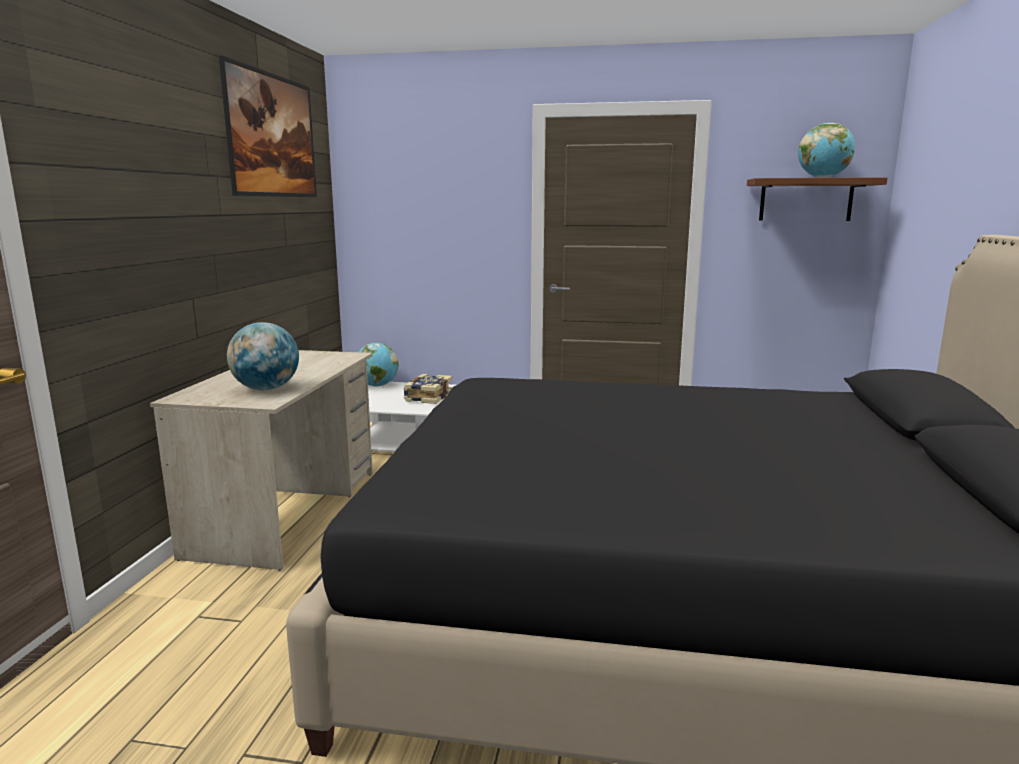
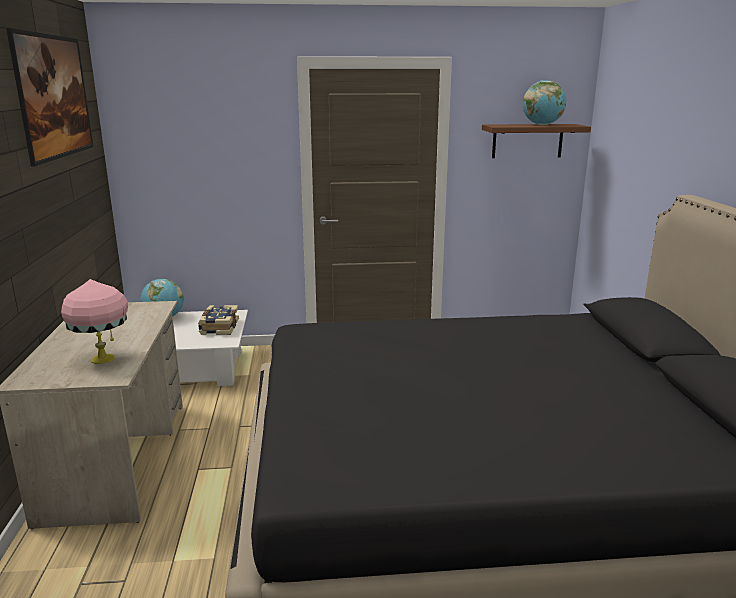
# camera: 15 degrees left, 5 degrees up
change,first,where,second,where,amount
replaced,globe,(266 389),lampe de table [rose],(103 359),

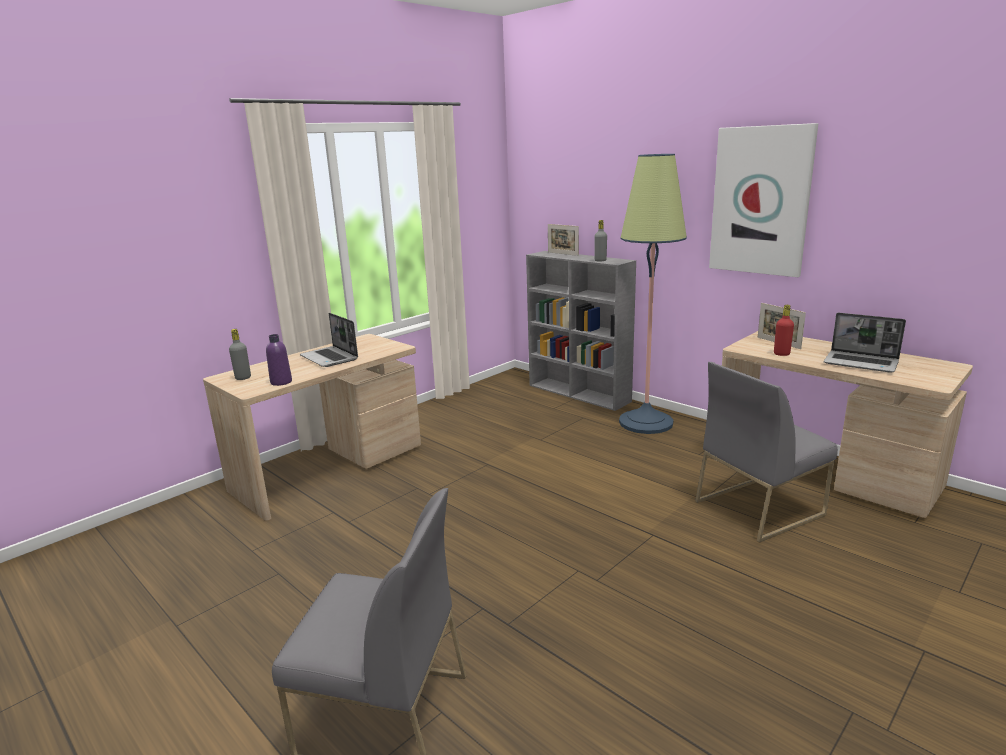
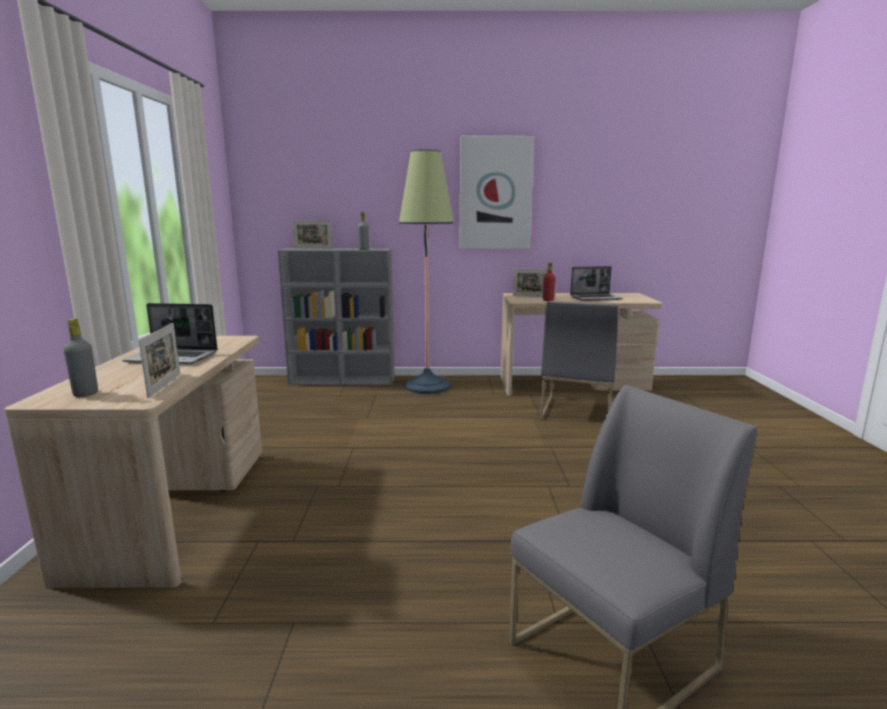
# camera: 45 degrees left, 5 degrees down
change,first,where,second,where,amount
replaced,bouteille [violet],(281 382),cadre photo,(164 385),

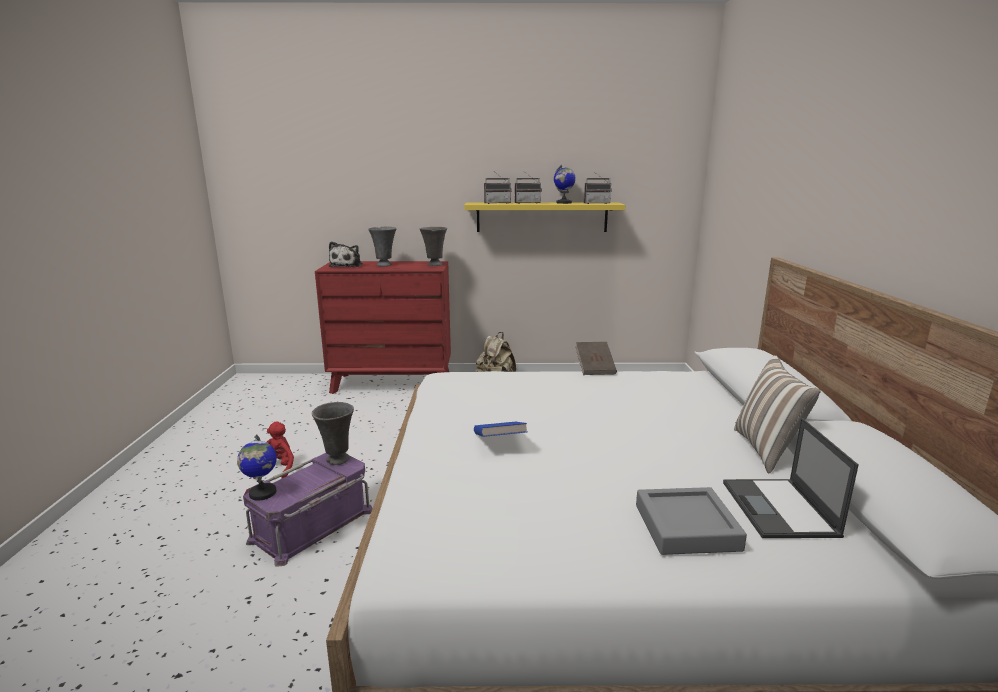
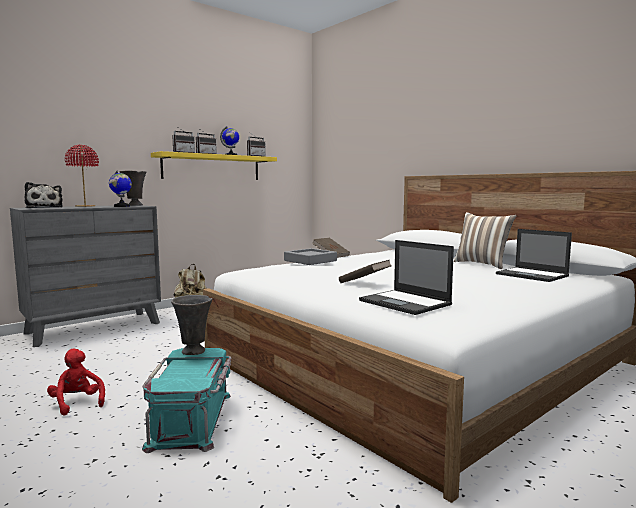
# camera: 40 degrees left, 10 degrees down
change,first,where,second,where,amount
added,,,ordinateur portable,(405 303),
moved,globe,(262 493),,(121 206),
moved,plateau [gris],(686 527),,(310 261),
replaced,vase [gris],(384 265),lampe de table [rouge],(85 206),
recoloured,boîte de rangement [violet],(313 526),boîte de rangement [turquoise],(192 420),
recoloured,commode [rouge],(392 383),commode [gris],(94 328),
recoloured,livre [bleu],(499 442),livre [marron],(364 283),

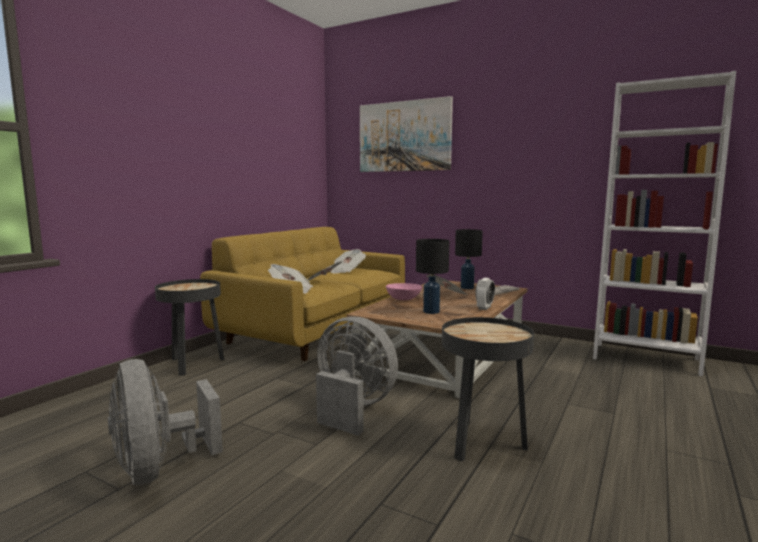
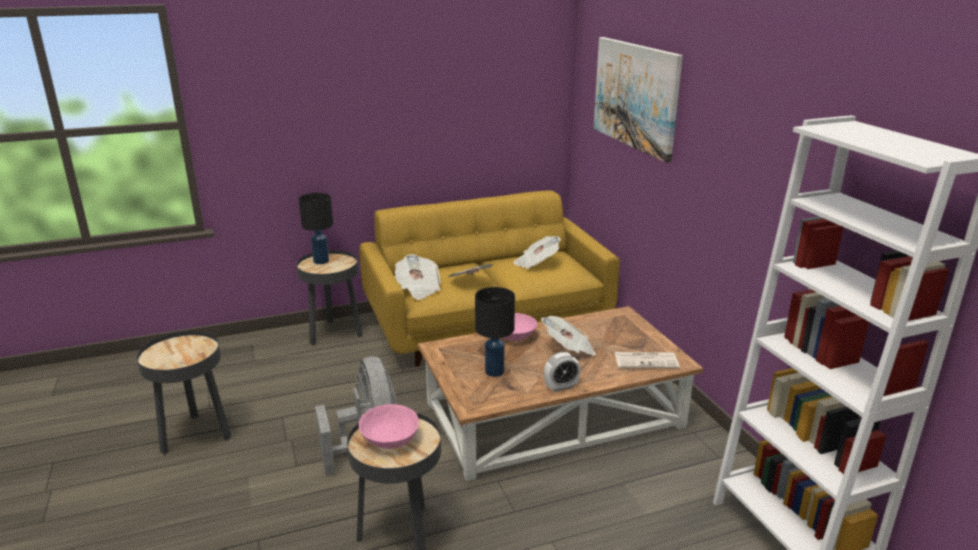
# camera: 40 degrees right, 15 degrees up
change,first,where,second,where,amount
added,,,bol [rose],(389 439),
moved,lampe de table [noir],(467 288),,(321 261),
replaced,ventilateur [gris],(159 469),table d'appoint [noir],(196 435),

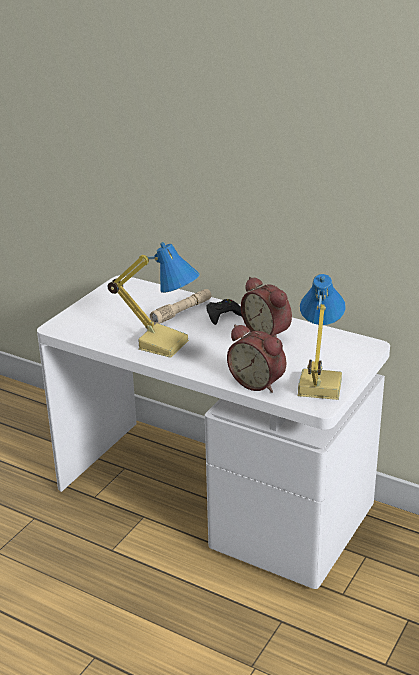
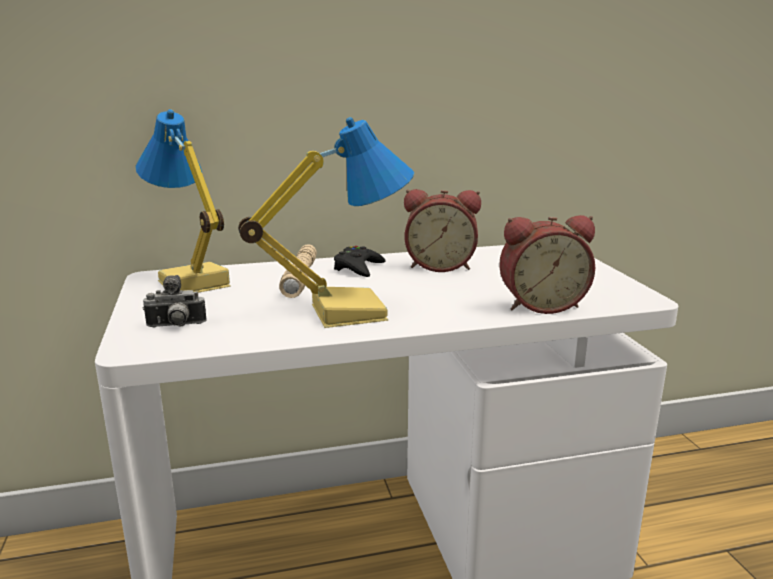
# camera: 45 degrees left, 10 degrees down
change,first,where,second,where,amount
added,,,appareil photo,(176 326),
moved,lampe de table,(317 387),,(191 284),

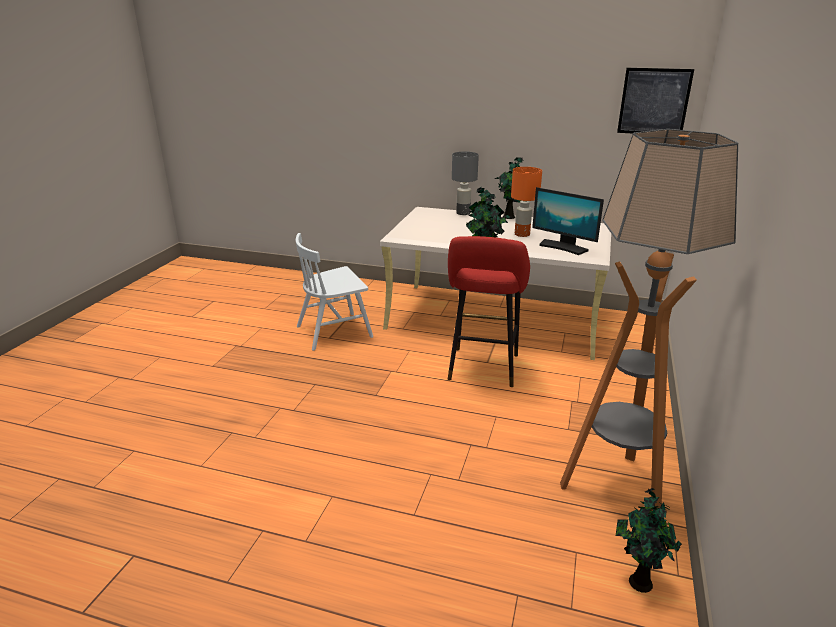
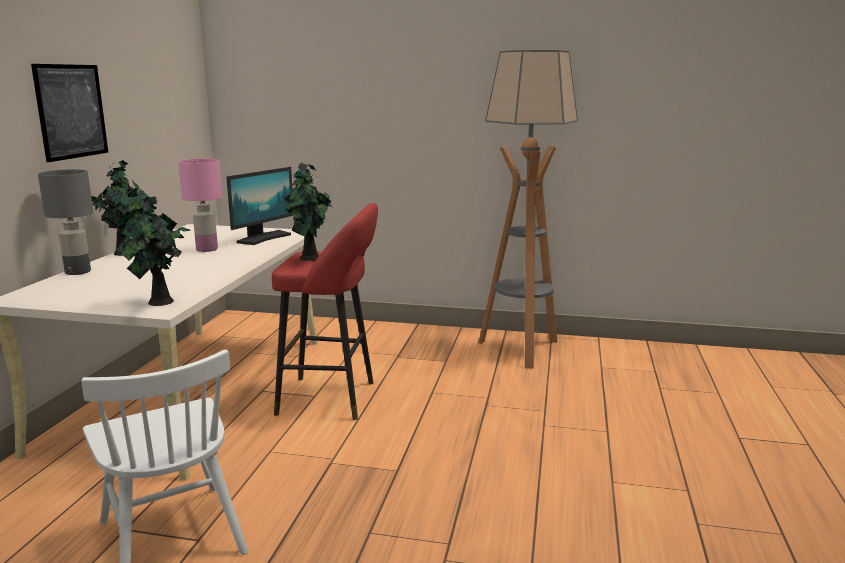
# camera: 95 degrees left, 10 degrees down
change,first,where,second,where,amount
moved,plante en pot,(638 581),,(158 302),
moved,tableau,(654 102),,(71 111),
recoloured,lampe de table [orange],(521 234),lampe de table [rose],(206 249),

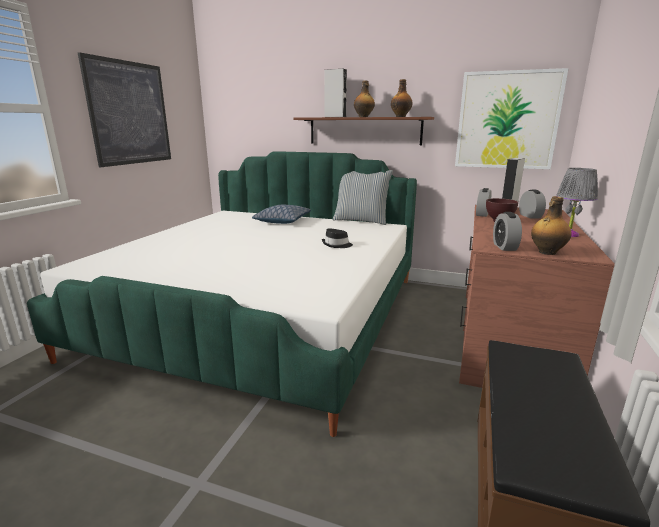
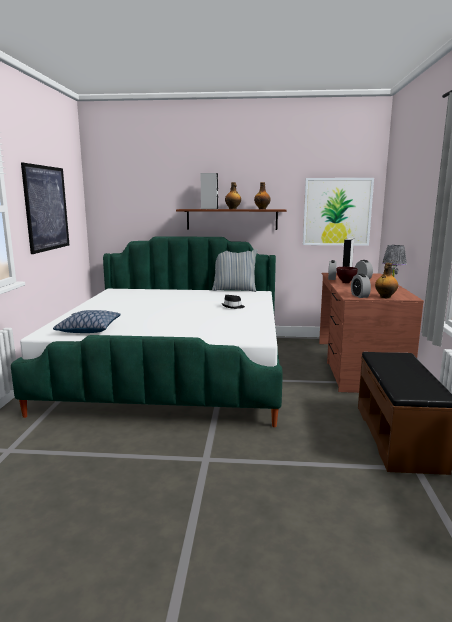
# camera: 15 degrees left, 5 degrees down
change,first,where,second,where,amount
moved,coussin,(282 221),,(88 329),

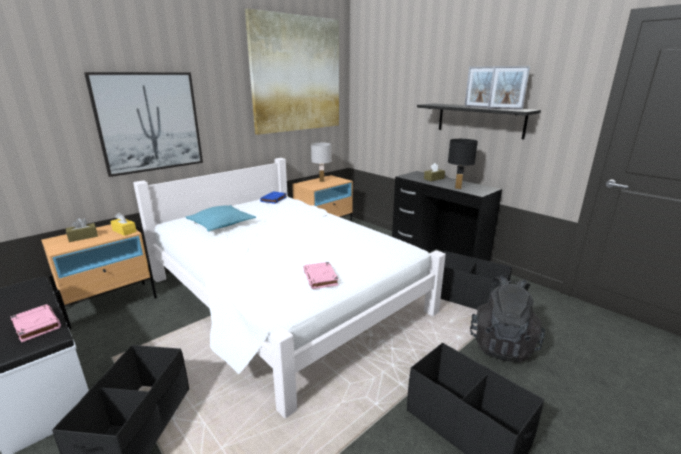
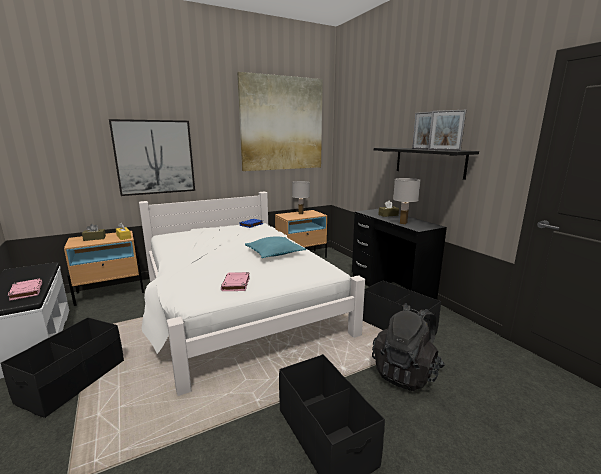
# camera: 15 degrees right, 5 degrees down
change,first,where,second,where,amount
moved,coussin [turquoise],(221 224),,(274 253),
recoloured,lampe de table [noir],(457 187),lampe de table [blanc],(403 223),

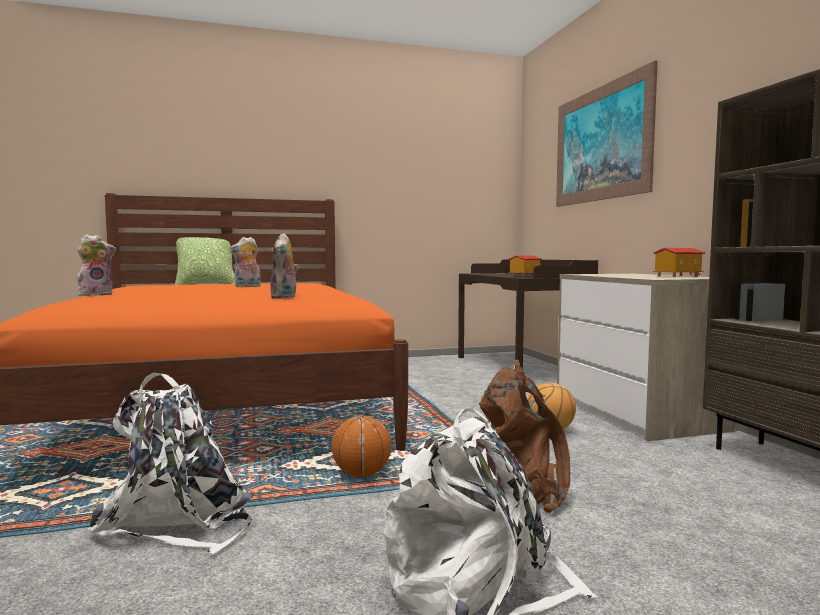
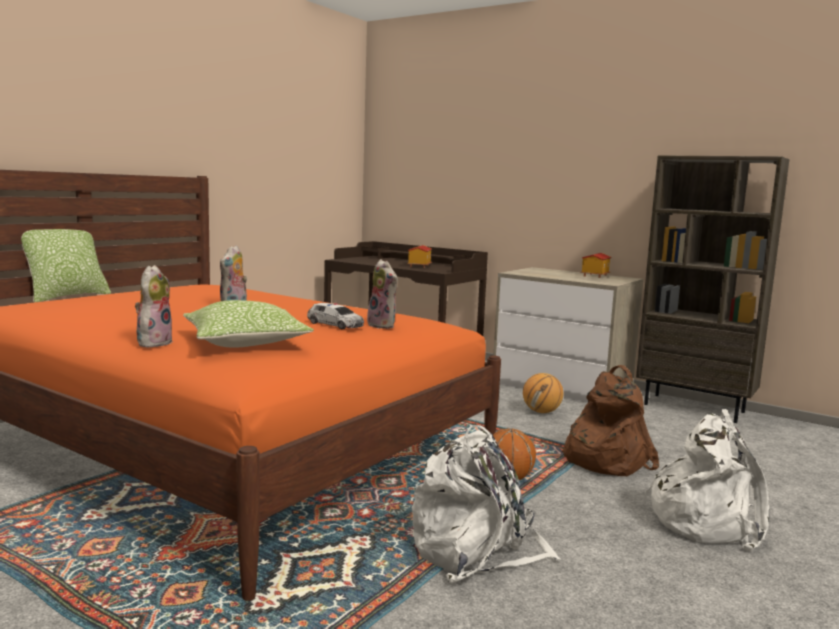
# camera: 40 degrees left, 5 degrees up
change,first,where,second,where,amount
removed,tableau,(600 144),,,
added,,,coussin,(246 342),
added,,,petite voiture,(335 324),

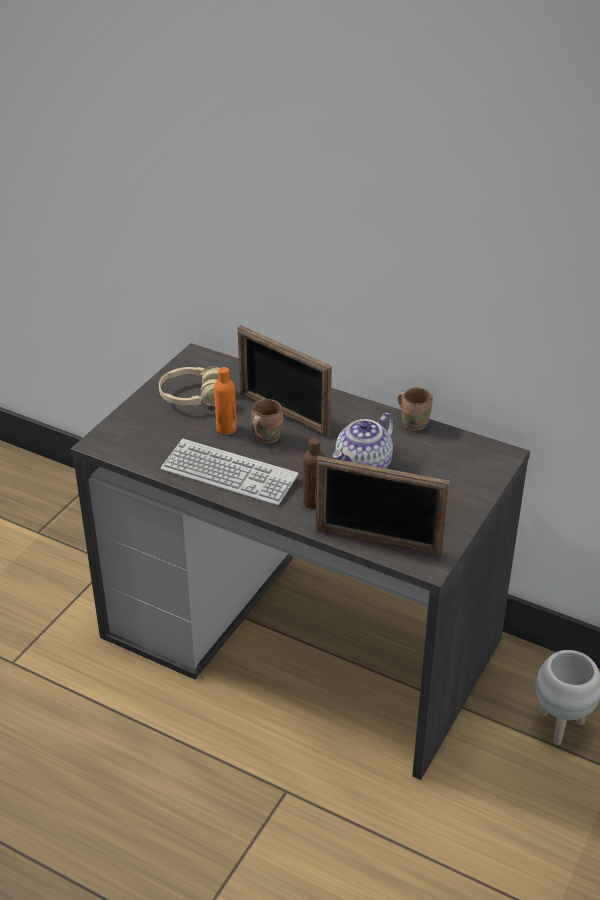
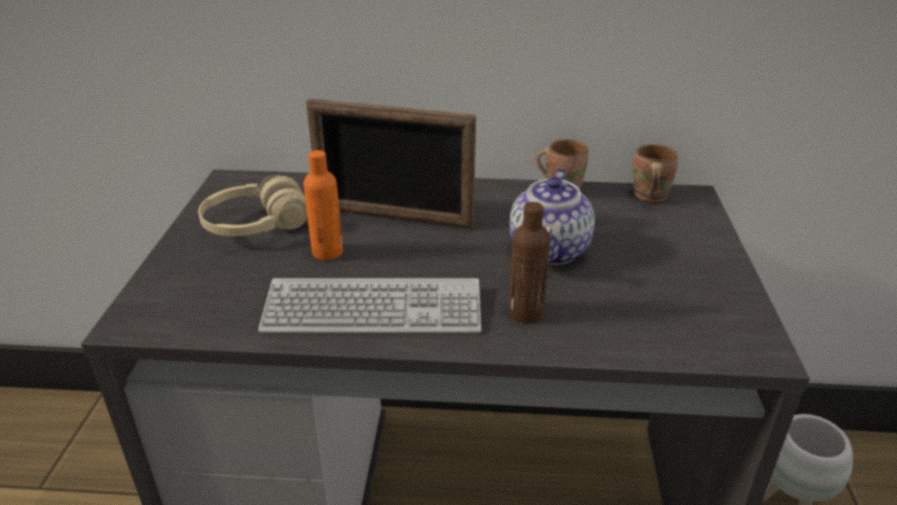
# camera: 25 degrees left, 5 degrees down
change,first,where,second,where,amount
removed,cadre photo,(378 541),,,
moved,mug [marron],(265 437),,(648 196),

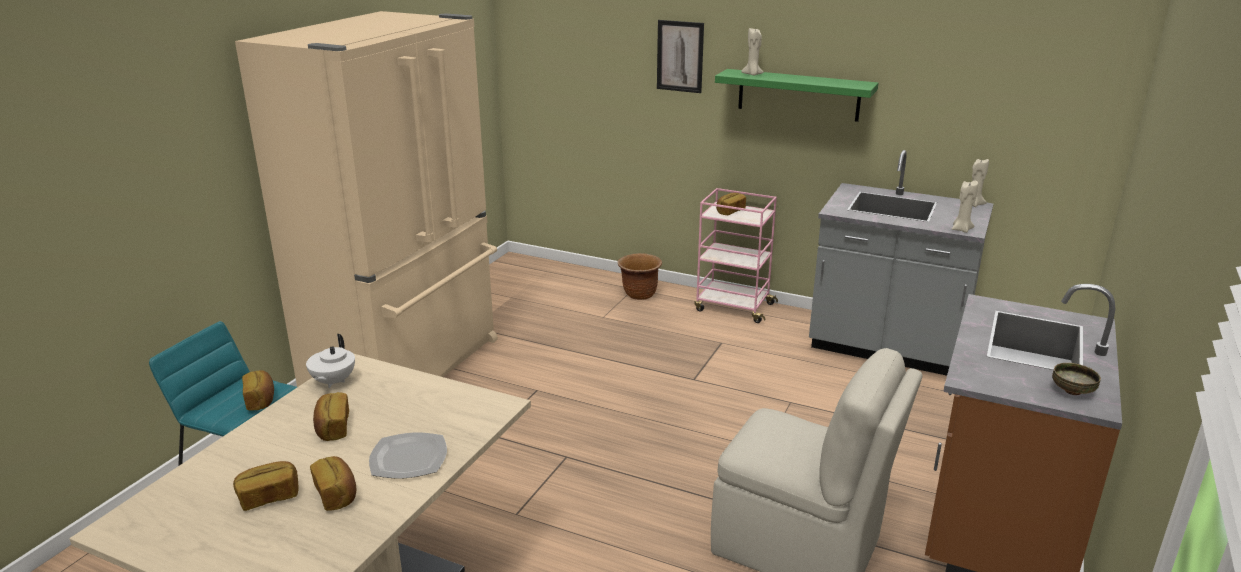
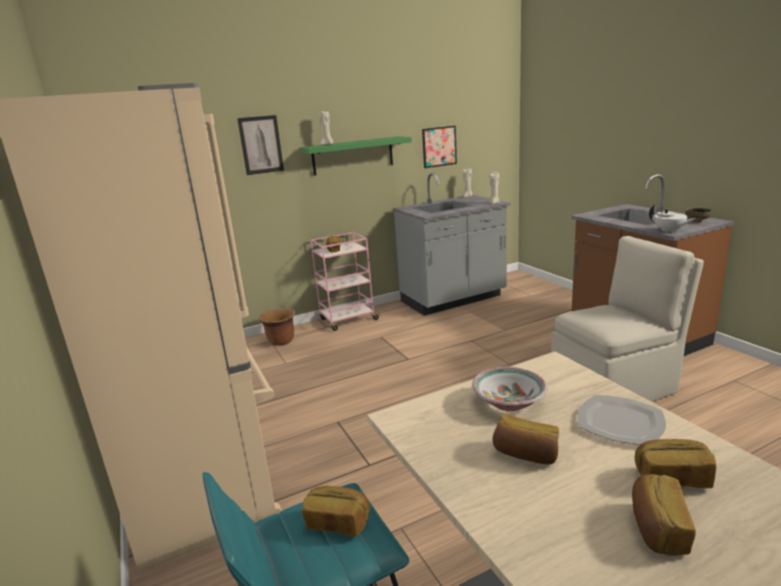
# camera: 50 degrees left, 5 degrees down
change,first,where,second,where,amount
added,,,tableau,(439 146),
added,,,bol,(508 402),
moved,théière [blanc],(333 382),,(669 231),

